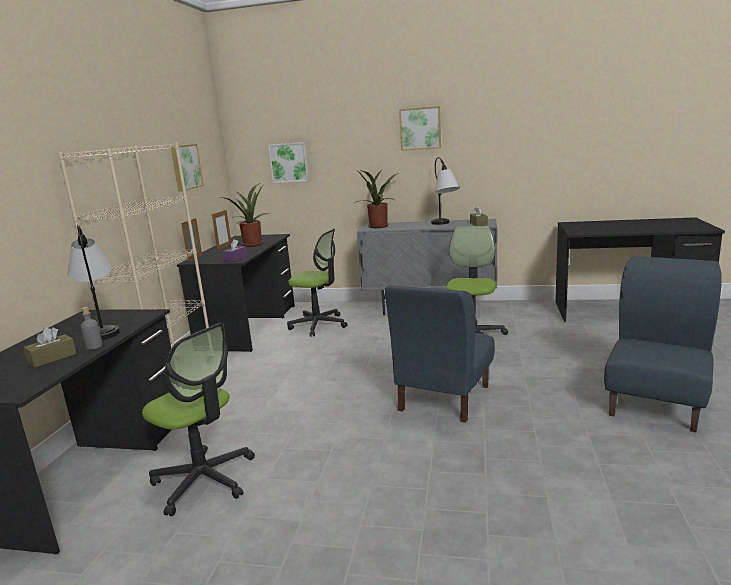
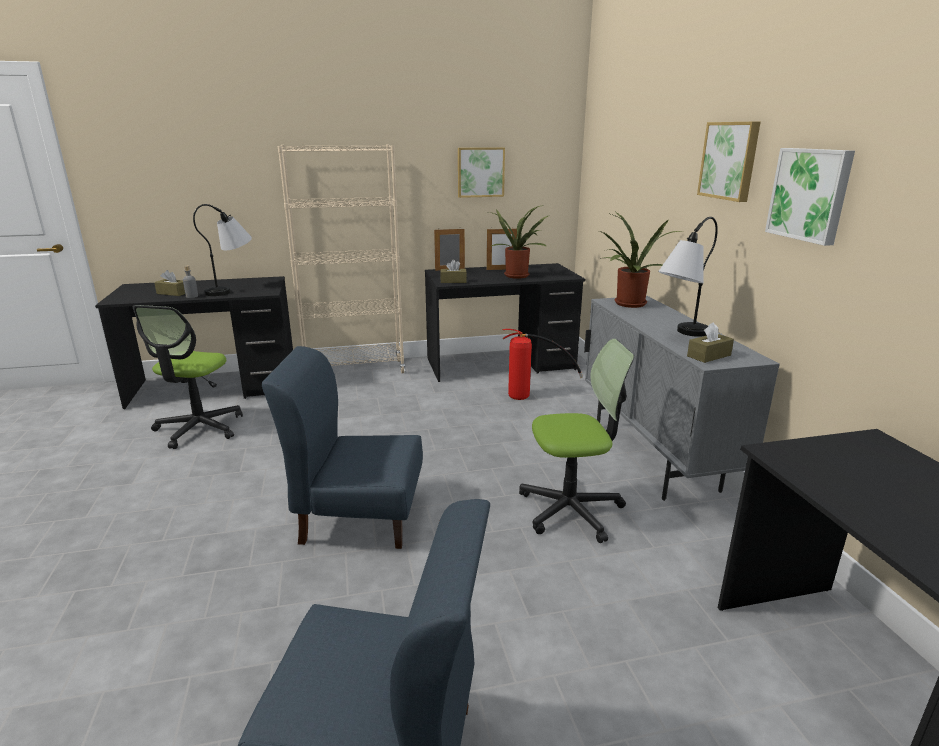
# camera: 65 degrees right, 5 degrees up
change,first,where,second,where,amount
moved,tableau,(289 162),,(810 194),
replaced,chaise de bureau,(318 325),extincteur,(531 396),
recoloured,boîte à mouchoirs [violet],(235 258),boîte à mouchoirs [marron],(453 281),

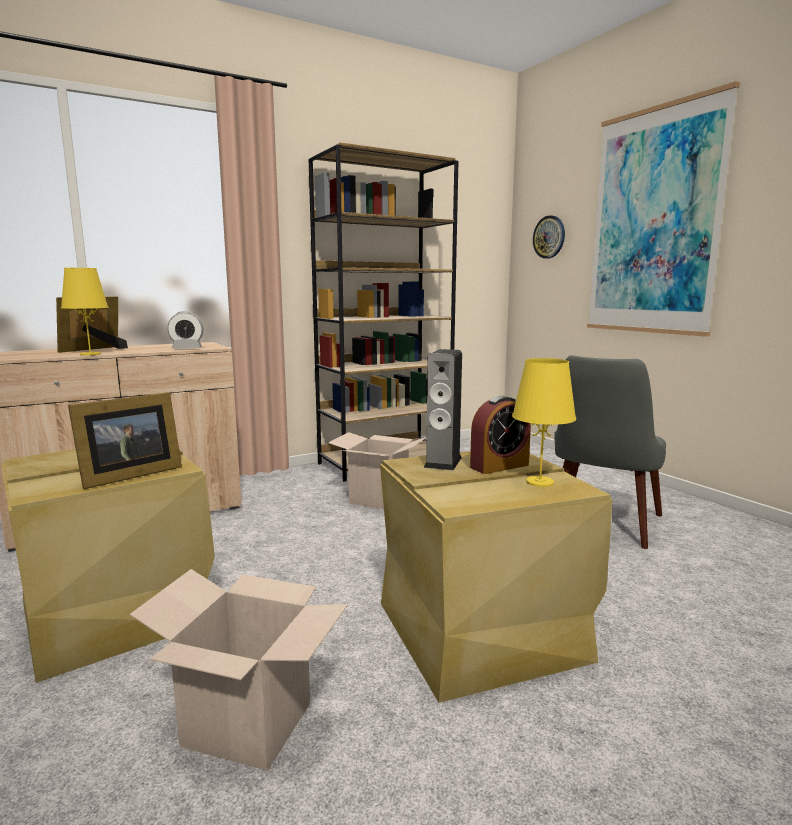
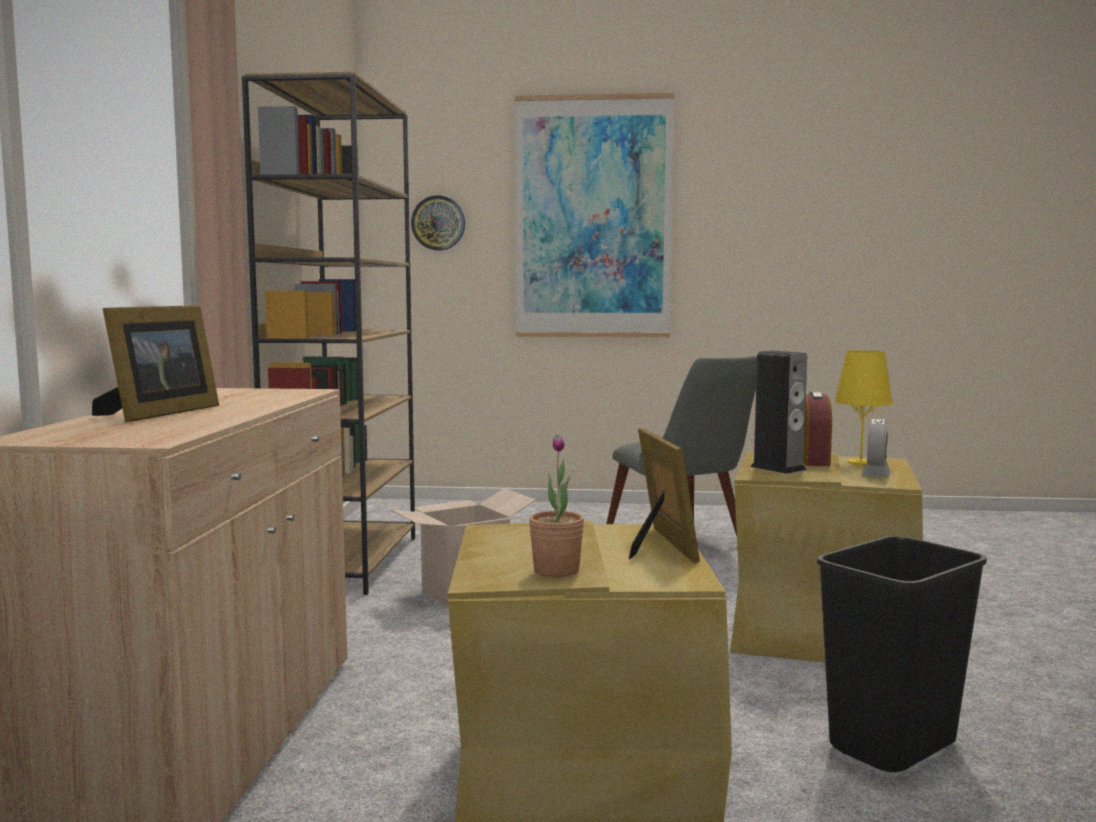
# camera: 55 degrees left, 5 degrees down
change,first,where,second,where,amount
removed,lampe de table [jaune],(90 354),,,
added,,,plante en pot,(556 570),
moved,réveil,(187 348),,(875 475),
replaced,carton,(248 724),poubelle [noir],(893 747),
turned,cadre photo,(96 349),,(158 413),135 degrees counterclockwise

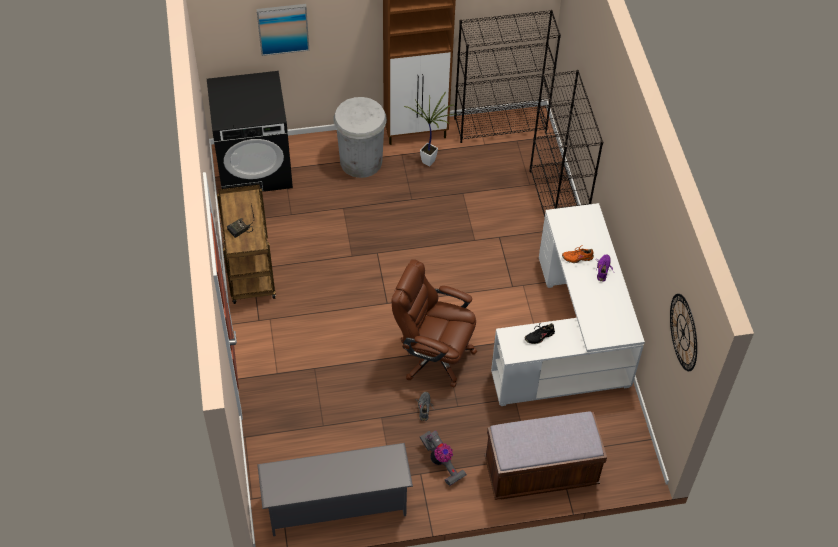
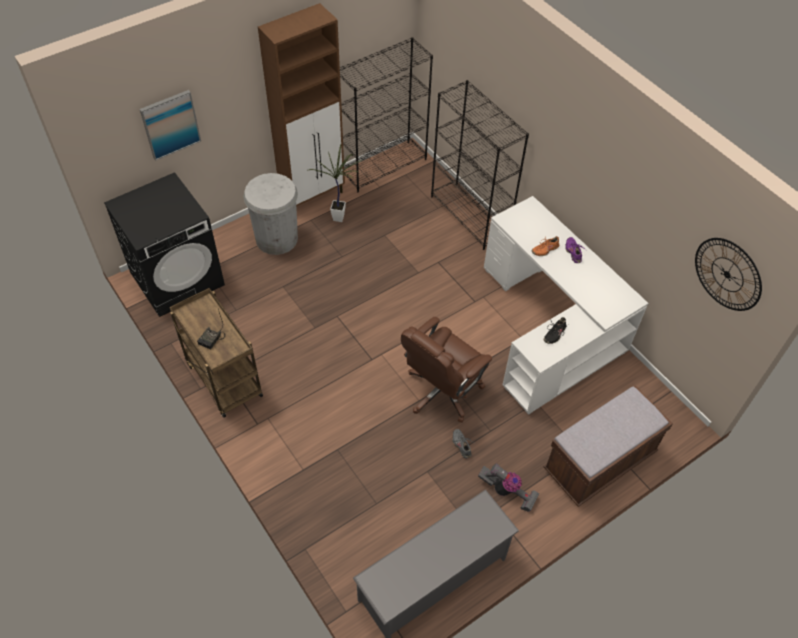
# camera: 25 degrees left, 0 degrees up
change,first,where,second,where,amount
turned,chaise de bureau [marron],(433 355),,(442 391),45 degrees counterclockwise

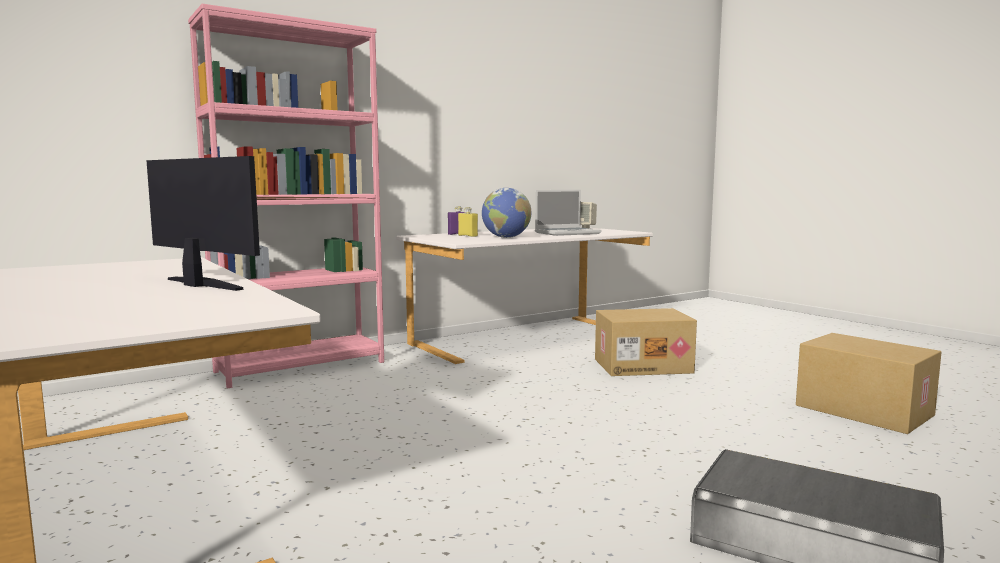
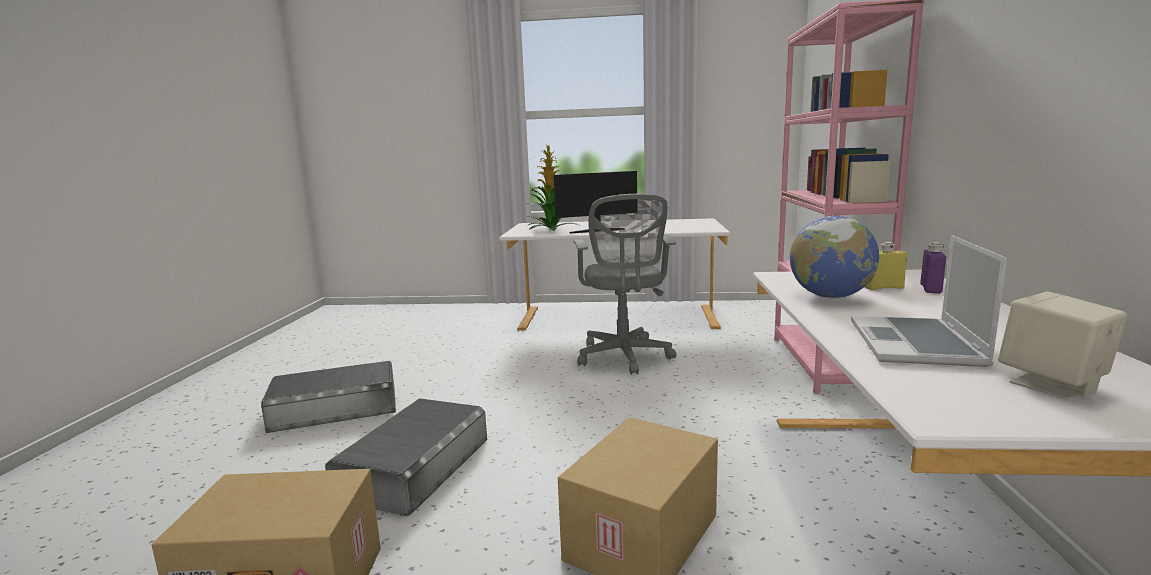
# camera: 130 degrees right, 5 degrees up
change,first,where,second,where,amount
added,,,boîte de rangement [gris],(414 466),
added,,,plante en pot,(551 229),
added,,,chaise de bureau [gris],(624 357),

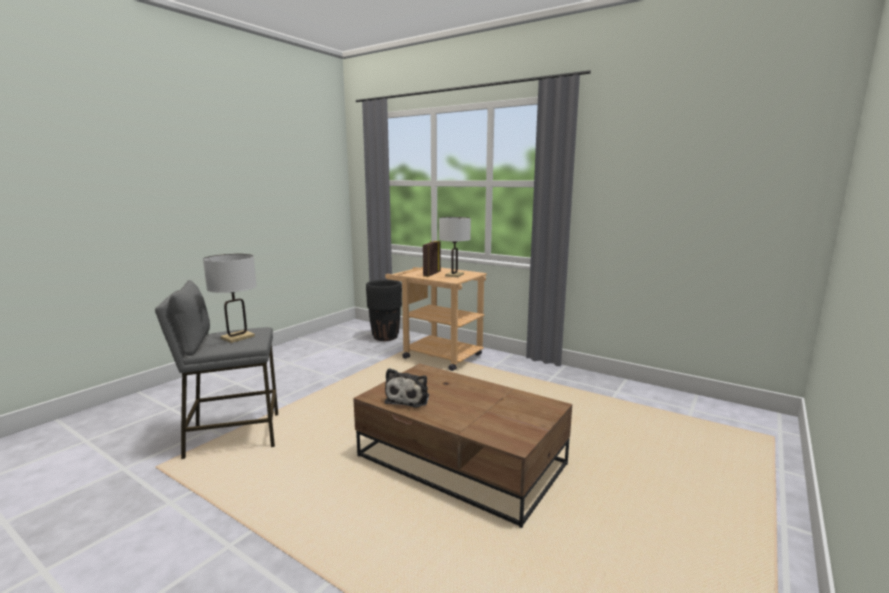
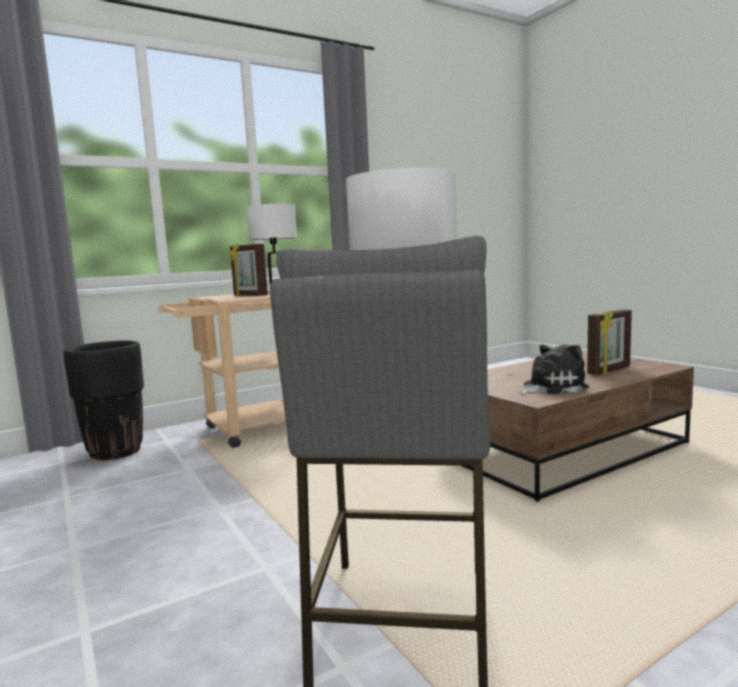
# camera: 65 degrees left, 5 degrees down
change,first,where,second,where,amount
added,,,cadre photo,(610 371),
turned,peluche,(409 398),,(551 387),60 degrees counterclockwise

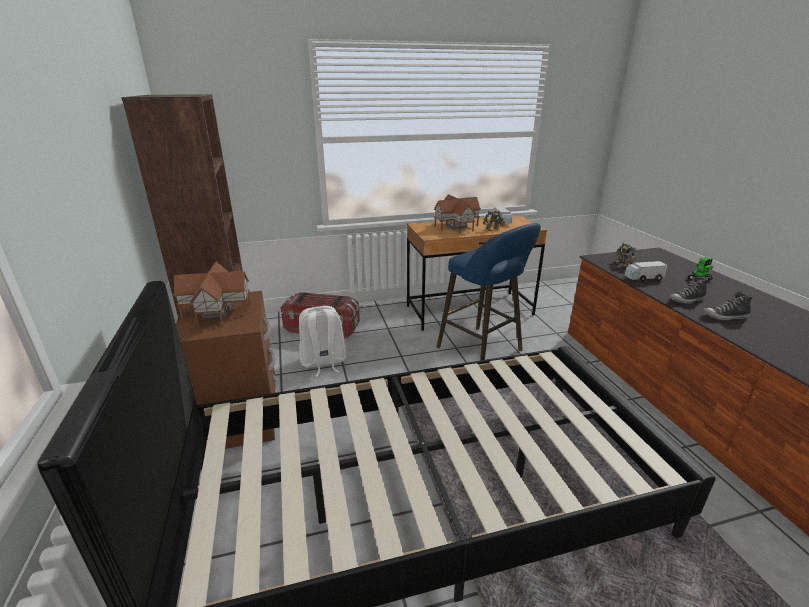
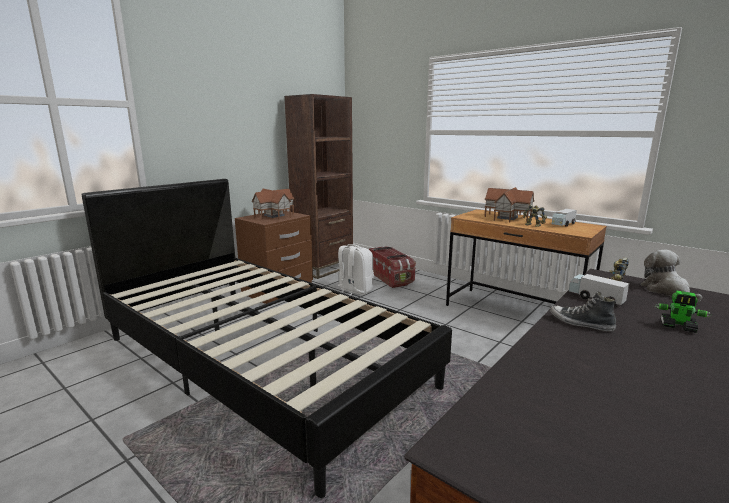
# camera: 55 degrees right, 10 degrees down
change,first,where,second,where,amount
removed,tabouret [bleu],(483 351),,,
removed,chaussure,(725 317),,,
added,,,peluche,(667 291),

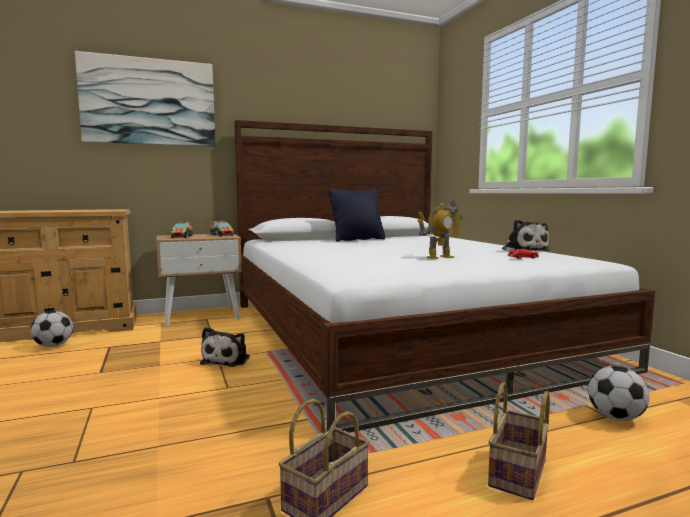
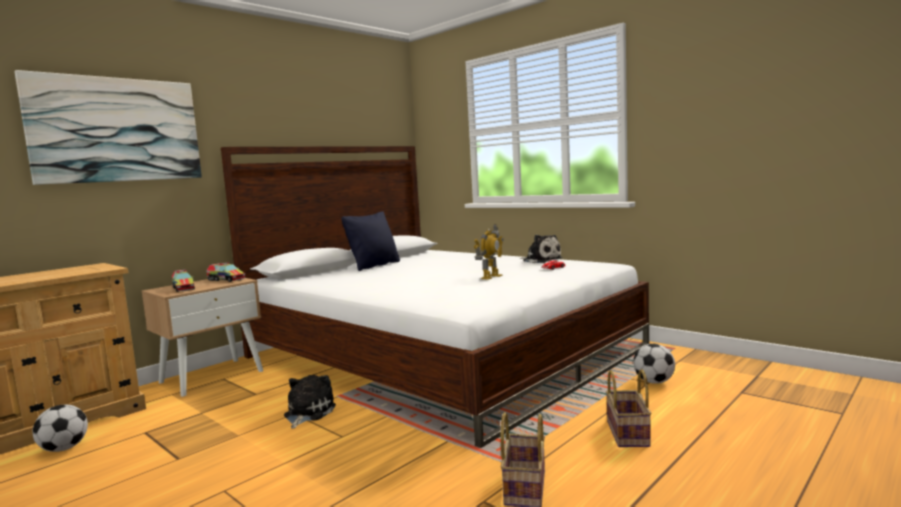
# camera: 25 degrees left, 0 degrees up
change,first,where,second,where,amount
turned,peluche,(227 360),,(307 413),150 degrees counterclockwise

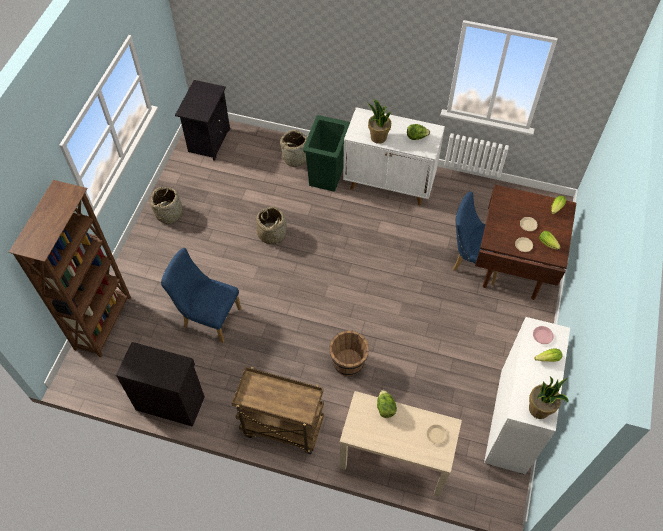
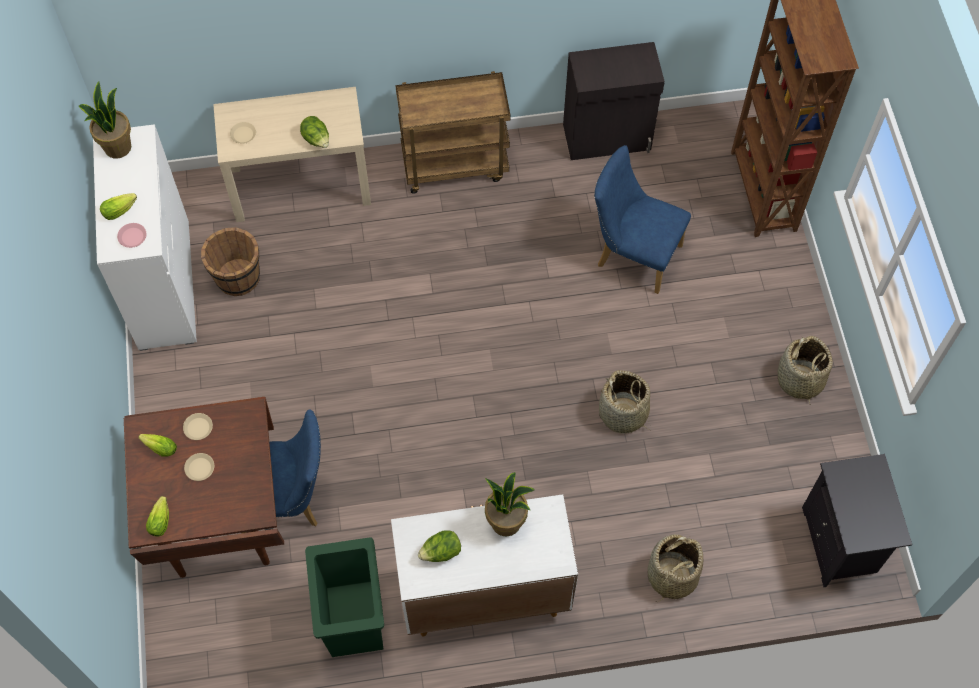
# camera: 155 degrees right, 5 degrees up
change,first,where,second,where,amount
moved,poubelle [vert],(327 174),,(353 621),
moved,seau [marron],(348 363),,(237 277),
turned,chaise [bleu],(208 317),,(633 254),150 degrees counterclockwise

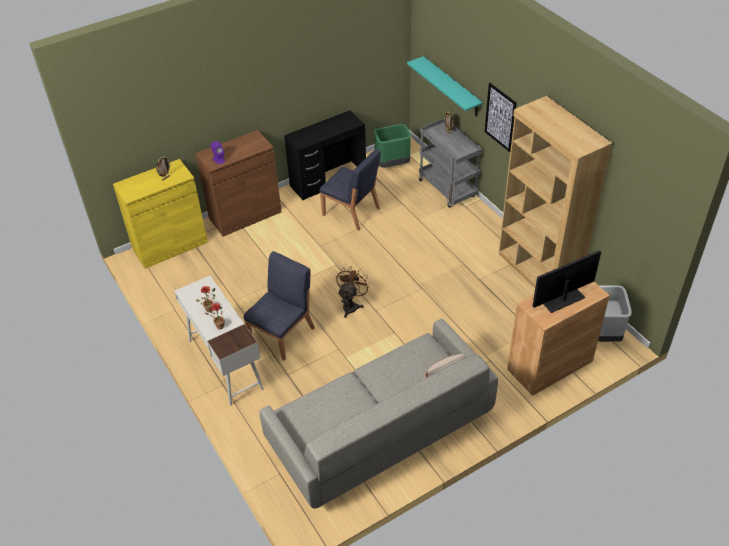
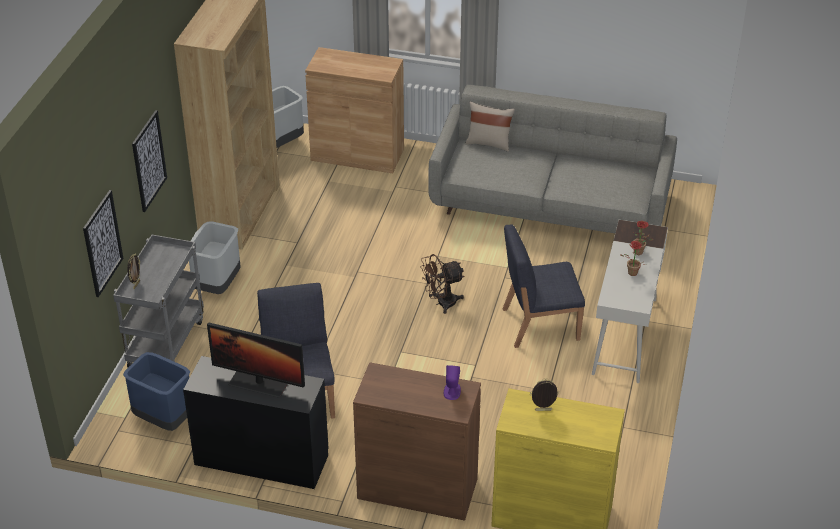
# camera: 135 degrees left, 5 degrees down
change,first,where,second,where,amount
added,,,poubelle [gris],(218 286),
moved,écran d'ordinateur,(562 299),,(259 383),
replaced,étagère [turquoise],(451 87),tableau,(102 243),
recoloured,poubelle [vert],(392 164),poubelle [bleu],(163 420),

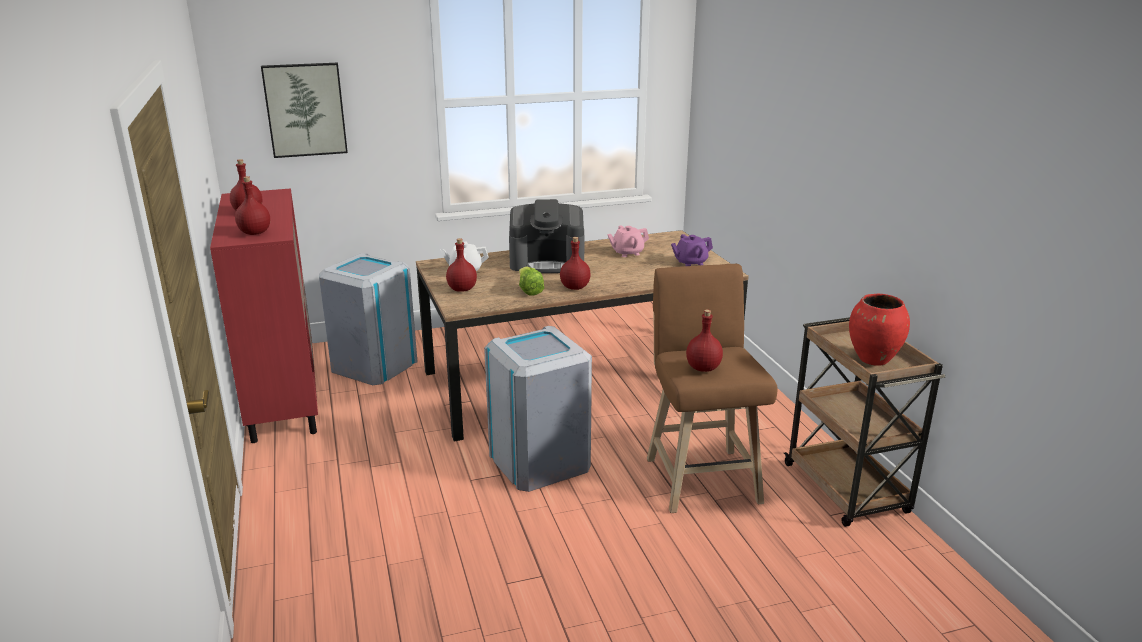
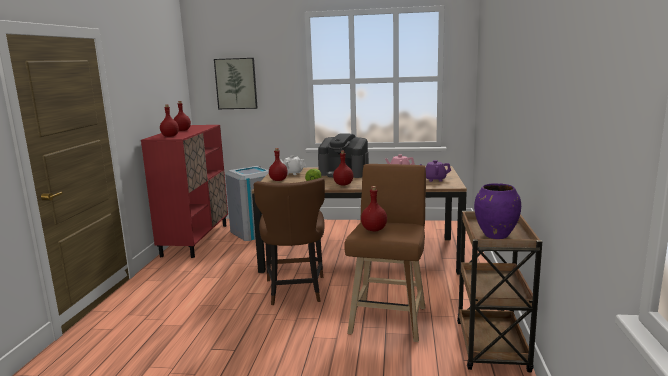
# camera: 25 degrees right, 10 degrees down
change,first,where,second,where,amount
replaced,poubelle [gris],(539 461),chaise [marron],(295 291),
recoloured,vase [rouge],(873 360),vase [violet],(496 235),

